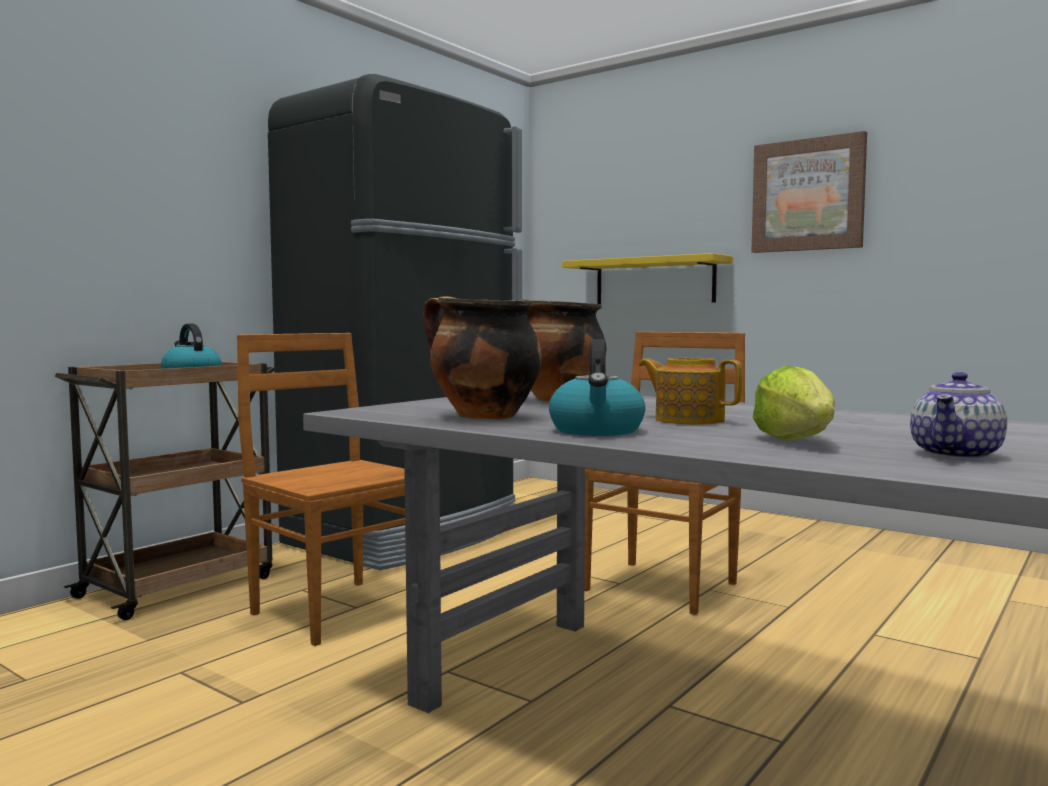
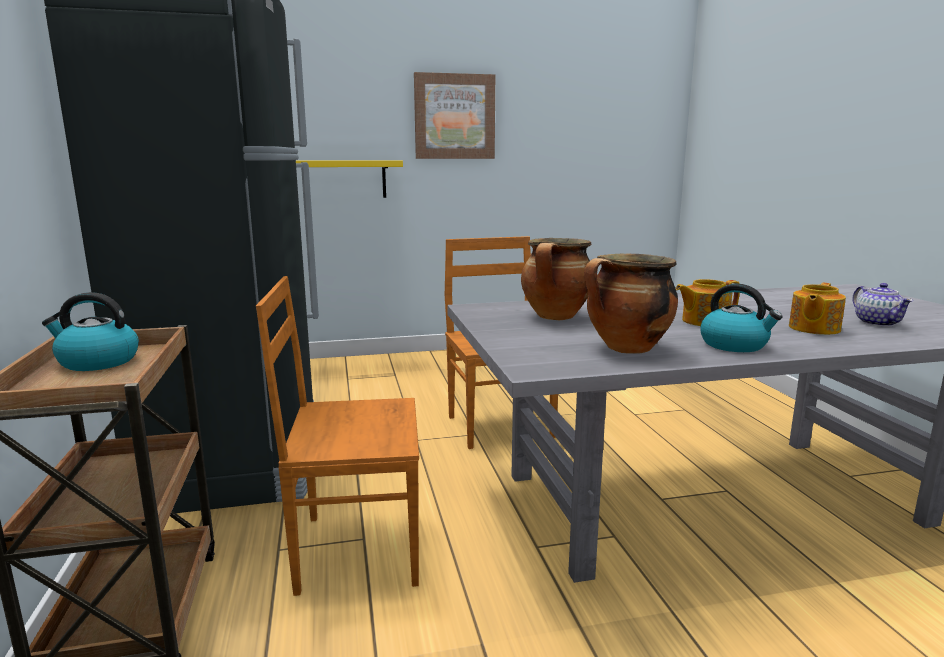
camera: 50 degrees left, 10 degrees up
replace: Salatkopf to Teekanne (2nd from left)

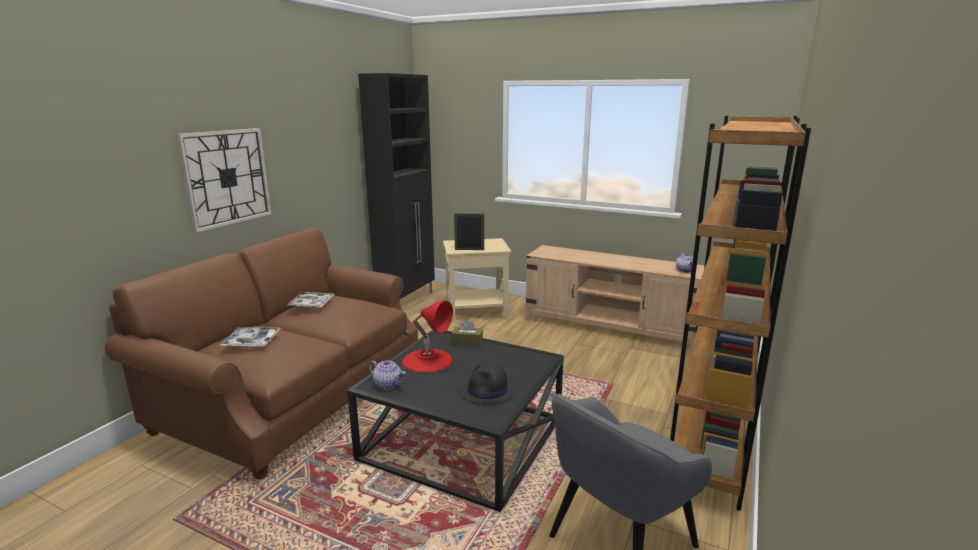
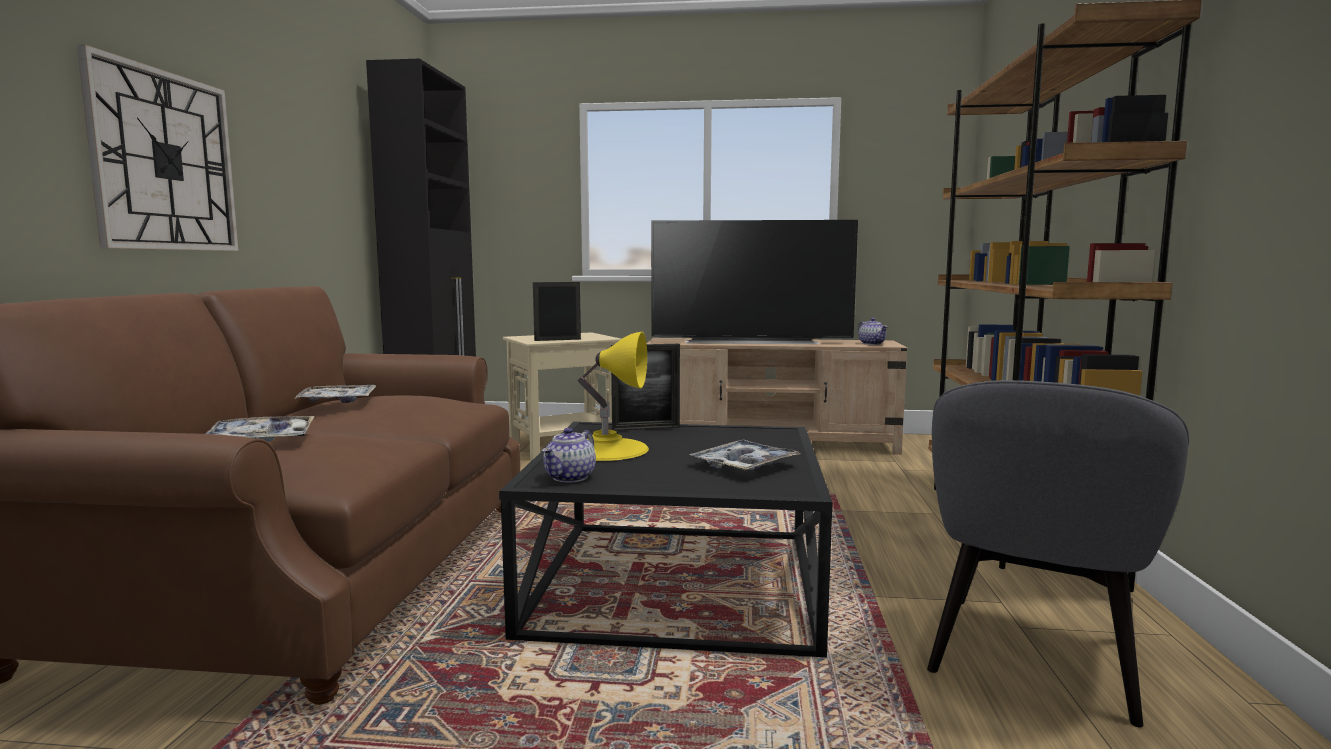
camera: 20 degrees left, 10 degrees down
insert: Fernseher
replace: Taschentuchbox/braun to Bilderrahmen (2nd from left); Hut/schwarz to Tablett (3rd from left)
recolor: Tischlampe/rot to Tischlampe/gelb
rotate: Teekanne (1st from left) 105 degrees clockwise

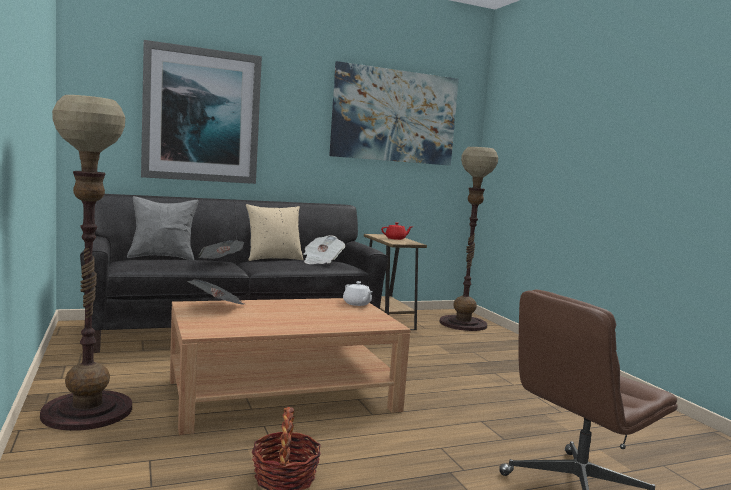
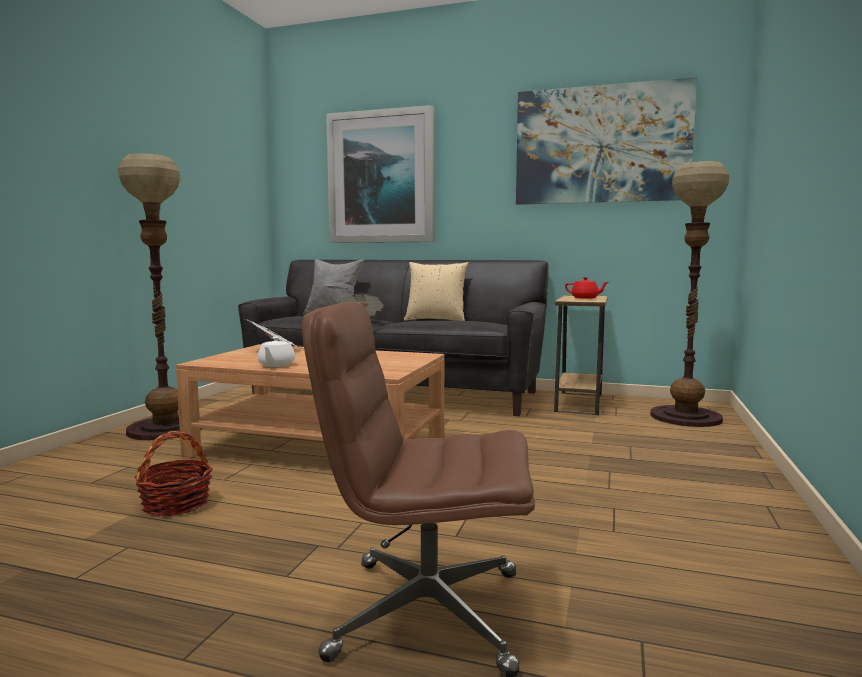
camera: 40 degrees right, 0 degrees up
delete: Zeitung (3rd from left)
move: Teekanne/weiß

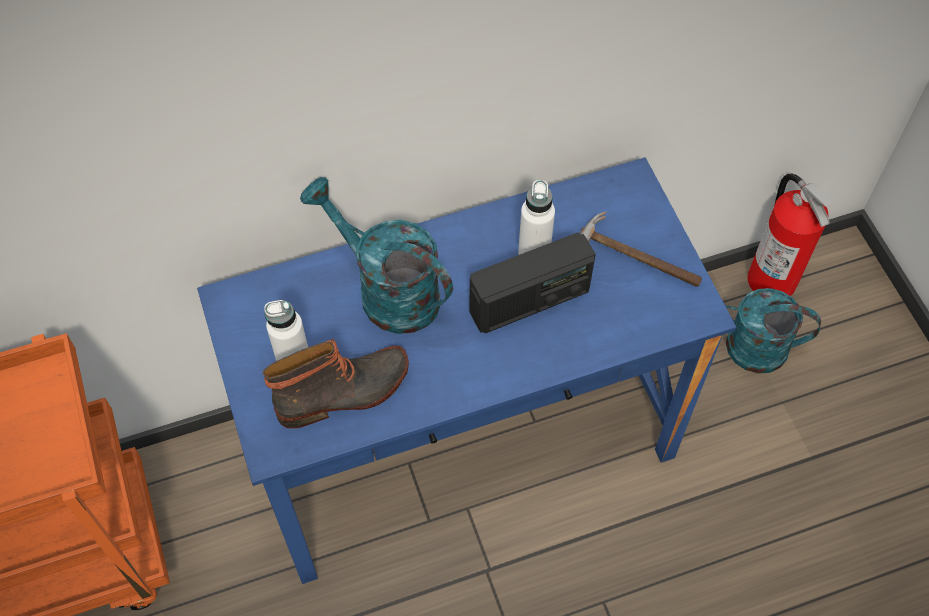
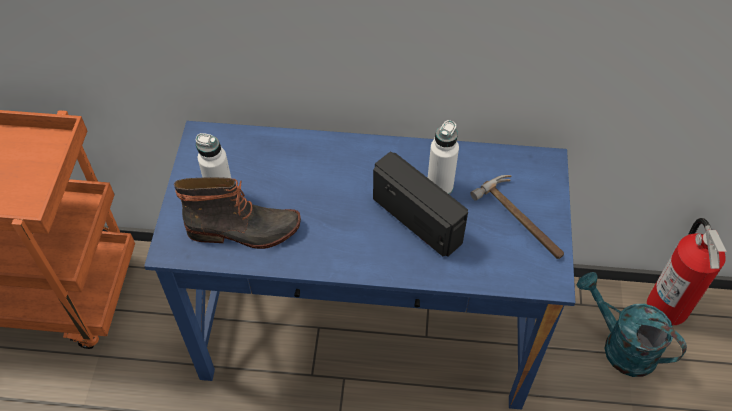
camera: 25 degrees right, 5 degrees down
delete: Gießkanne/türkis (1st from left)
rotate: Radio 135 degrees counterclockwise

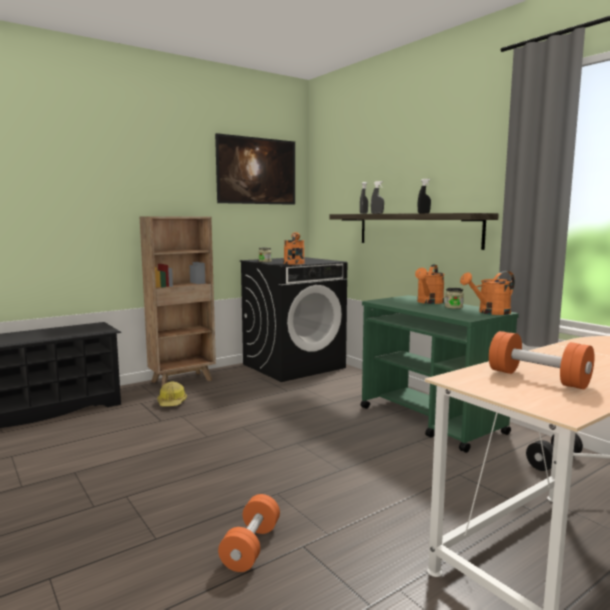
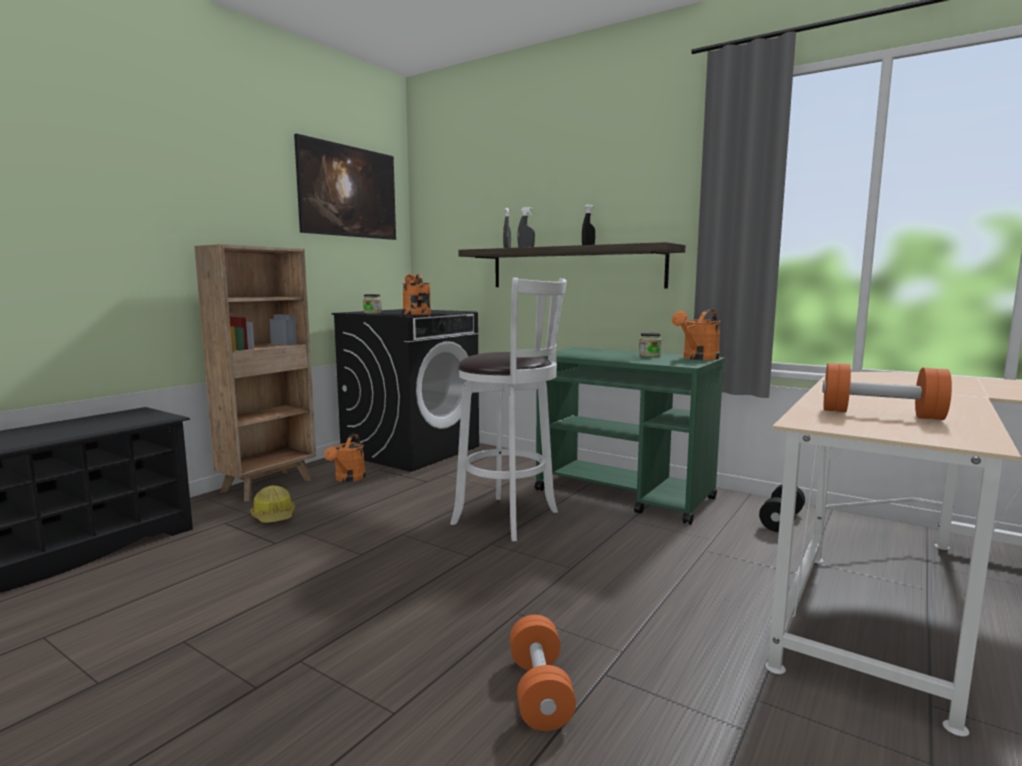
camera: 20 degrees left, 0 degrees up
insert: Hocker/weiß
move: Gießkanne/orange (2nd from left in the first image) to Gießkanne/orange (1st from left)

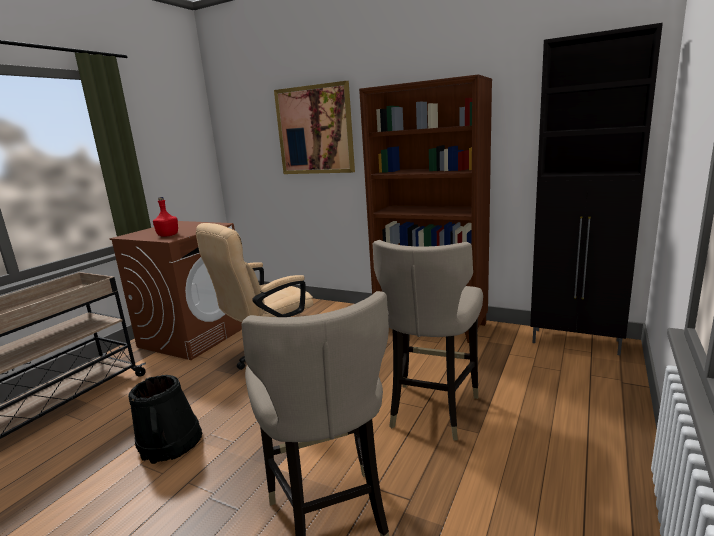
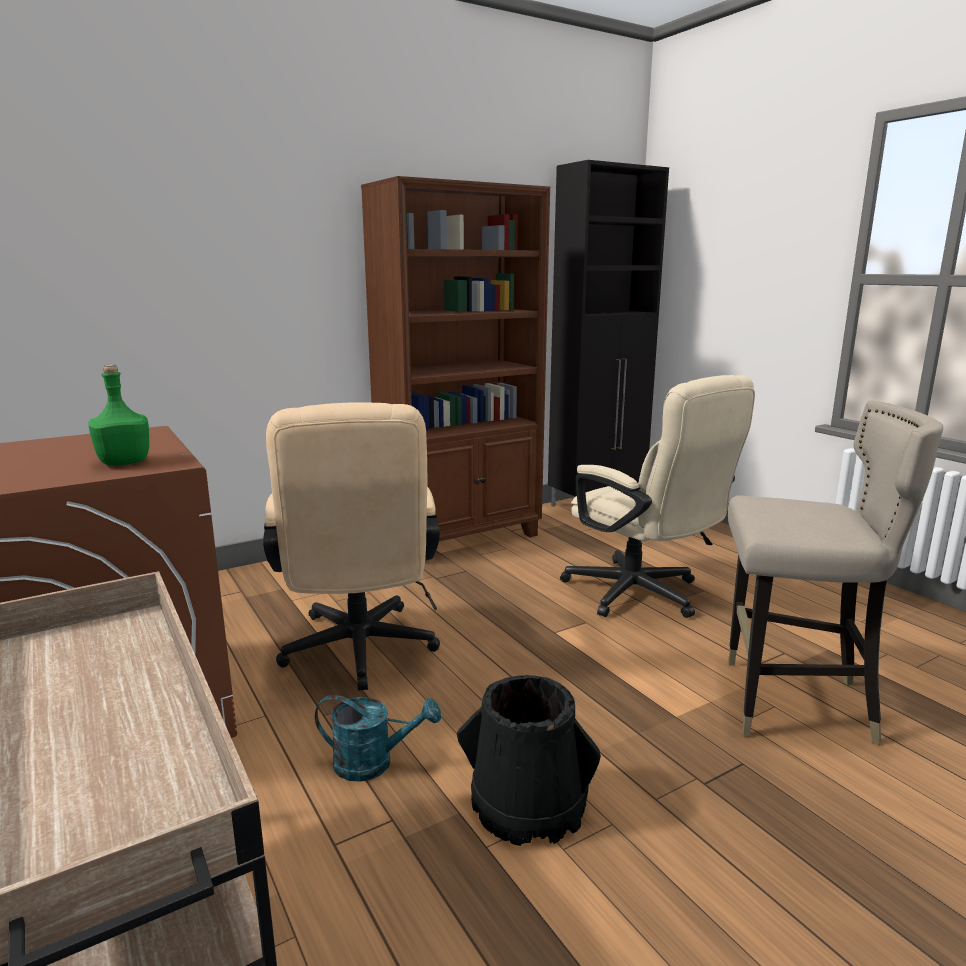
camera: 60 degrees left, 0 degrees up
delete: Bild
insert: Gießkanne/türkis
replace: Hocker/beige (2nd from left) to Bürostuhl/beige (2nd from left)
recolor: Flasche/rot to Flasche/grün

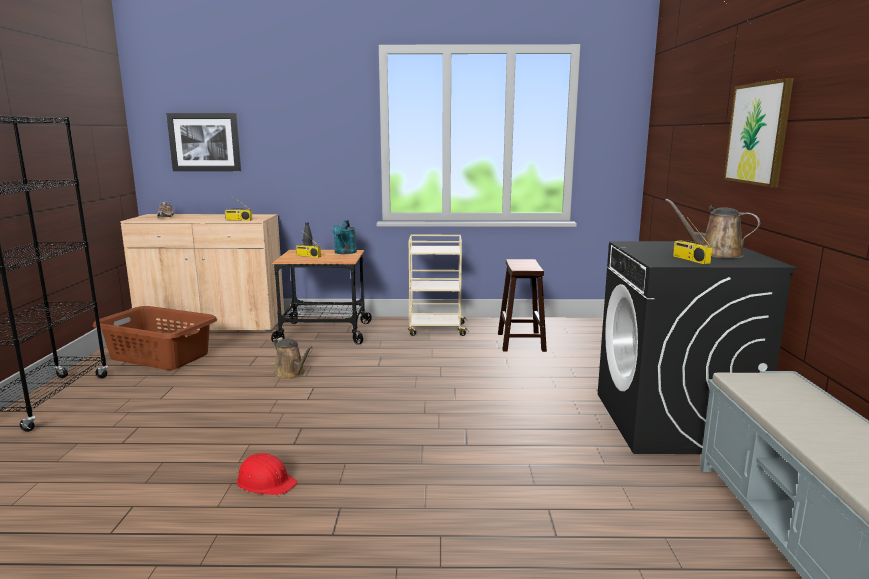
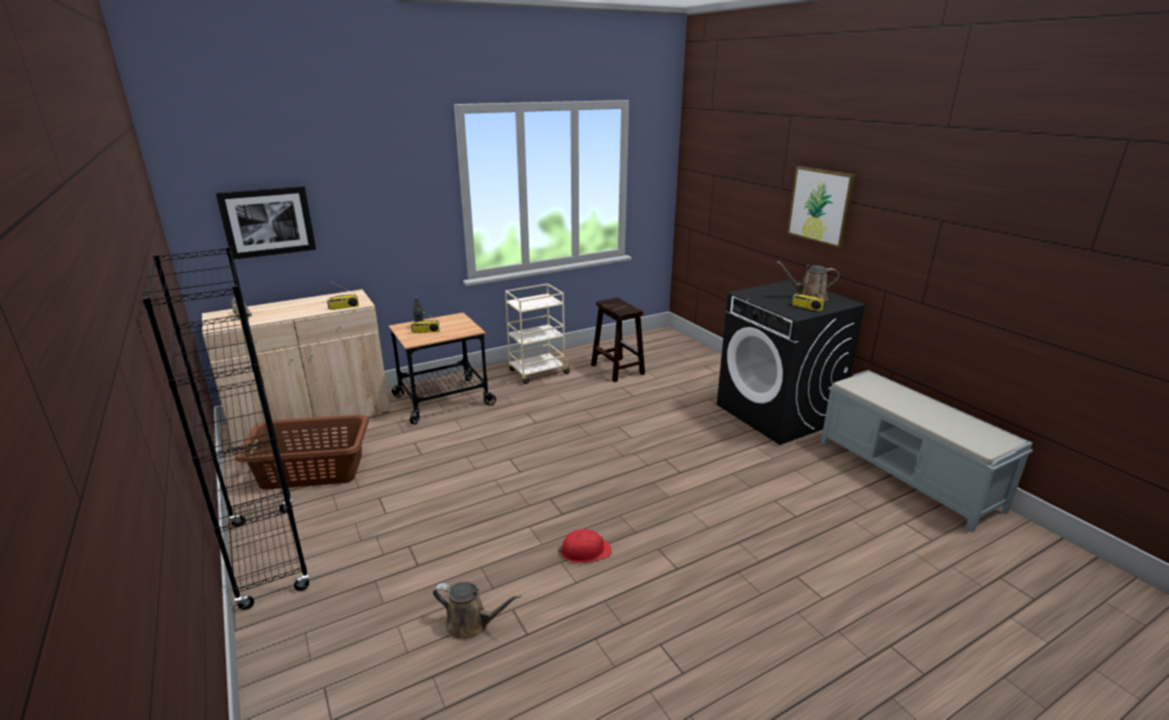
camera: 30 degrees left, 10 degrees up
delete: Gießkanne/türkis
move: Gießkanne/braun (1st from left)

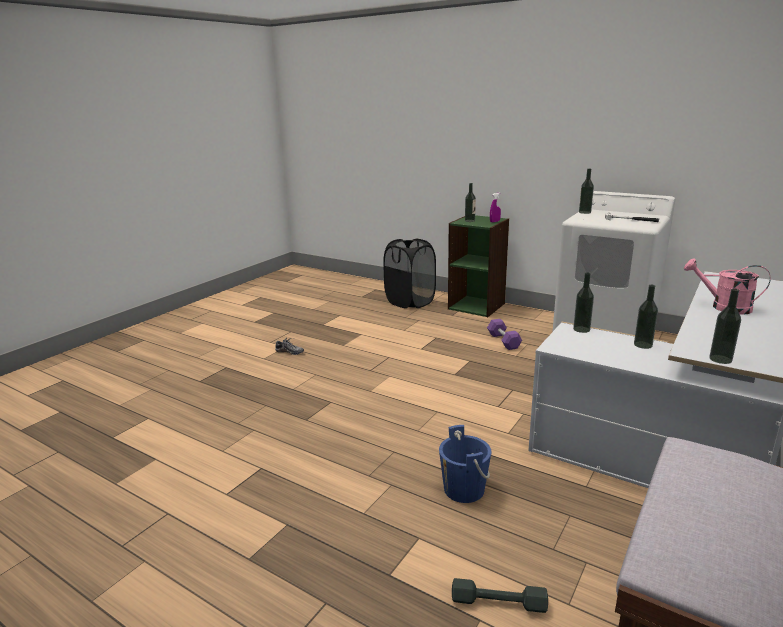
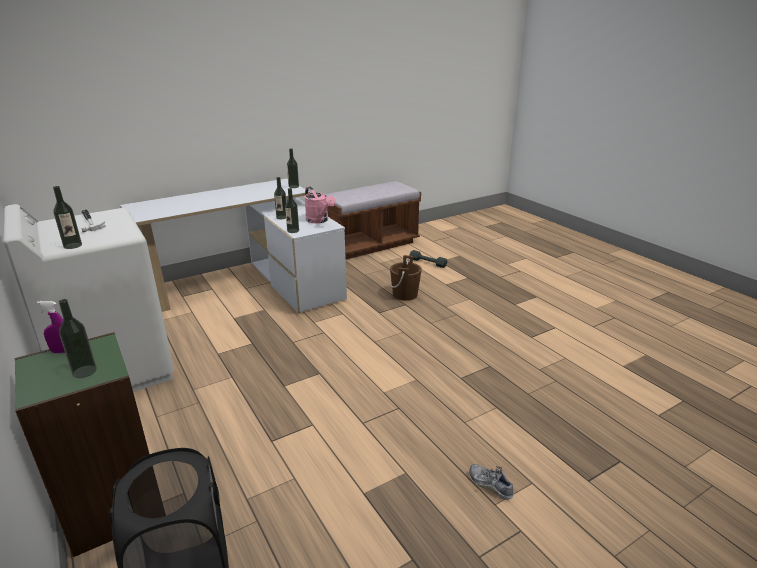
camera: 155 degrees left, 5 degrees up
delete: Hantel/lila
move: Gießkanne/rosa
recolor: Eimer/blau to Eimer/braun

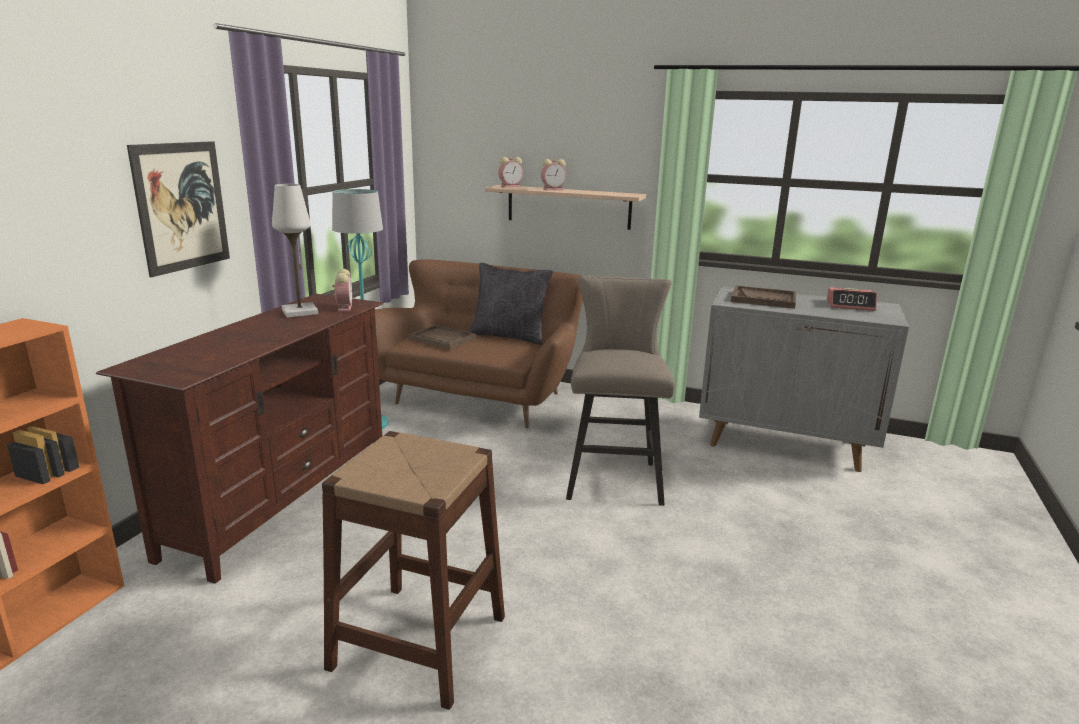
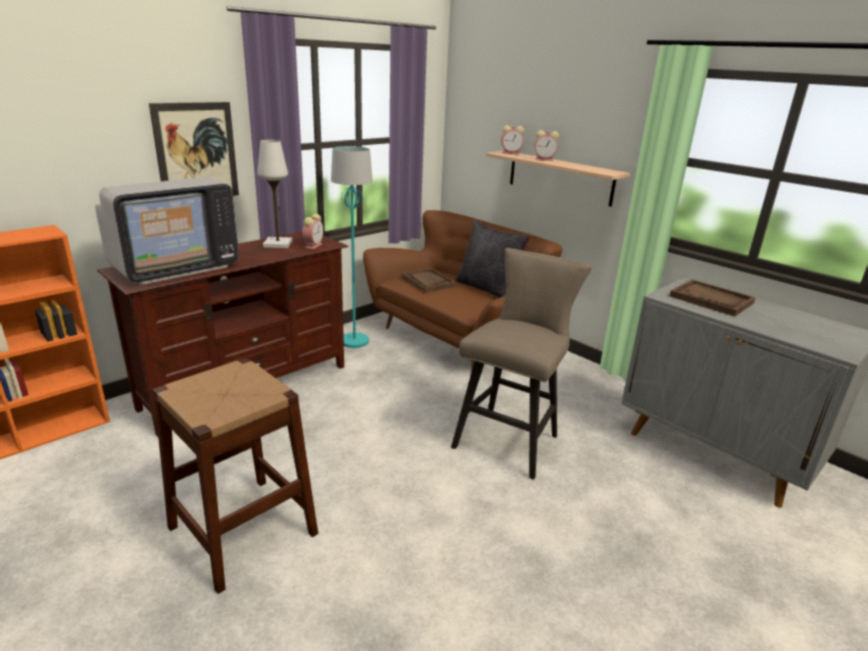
camera: 25 degrees right, 5 degrees up
delete: Wecker (4th from left)
insert: Fernseher

